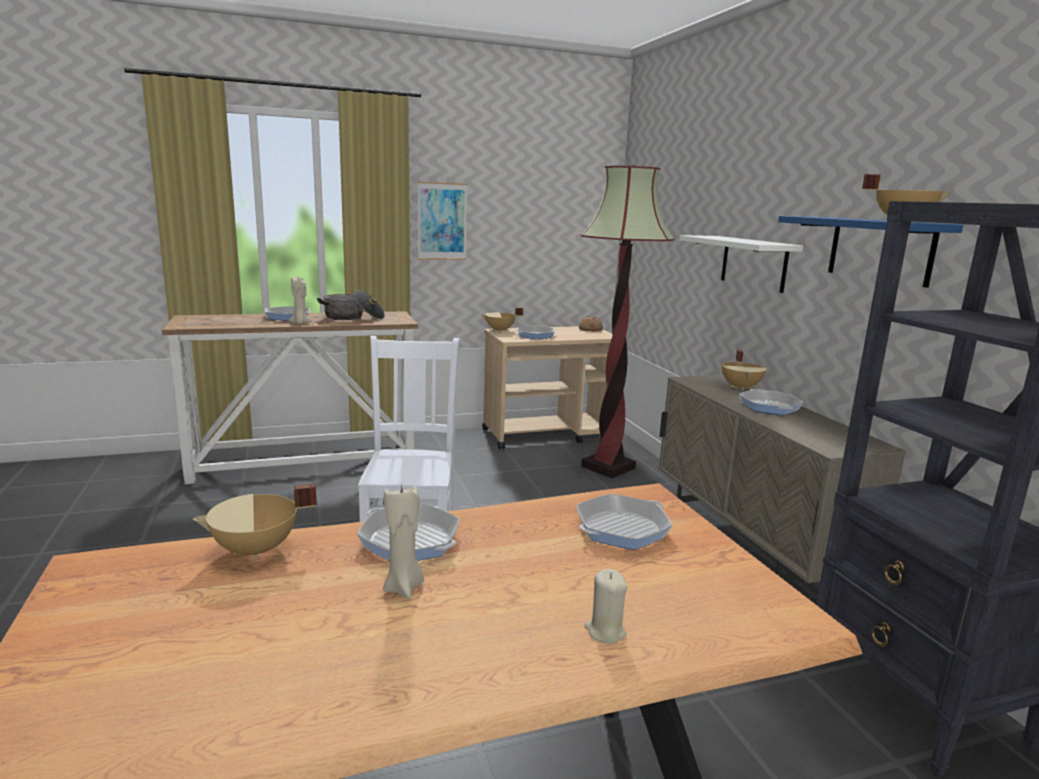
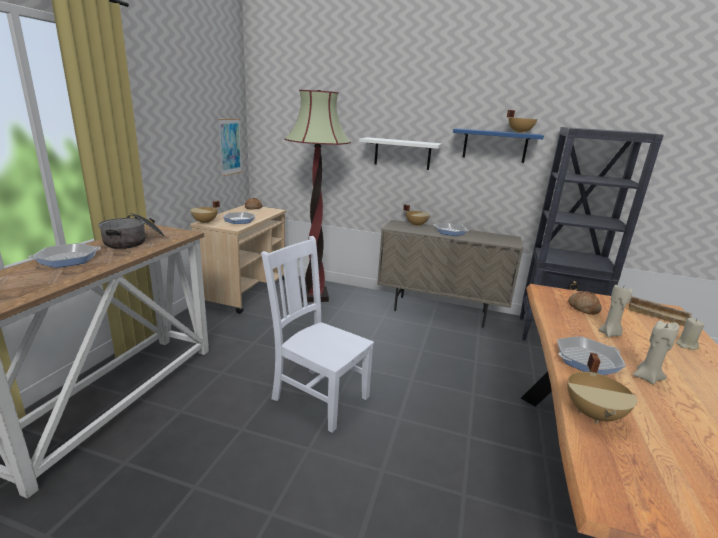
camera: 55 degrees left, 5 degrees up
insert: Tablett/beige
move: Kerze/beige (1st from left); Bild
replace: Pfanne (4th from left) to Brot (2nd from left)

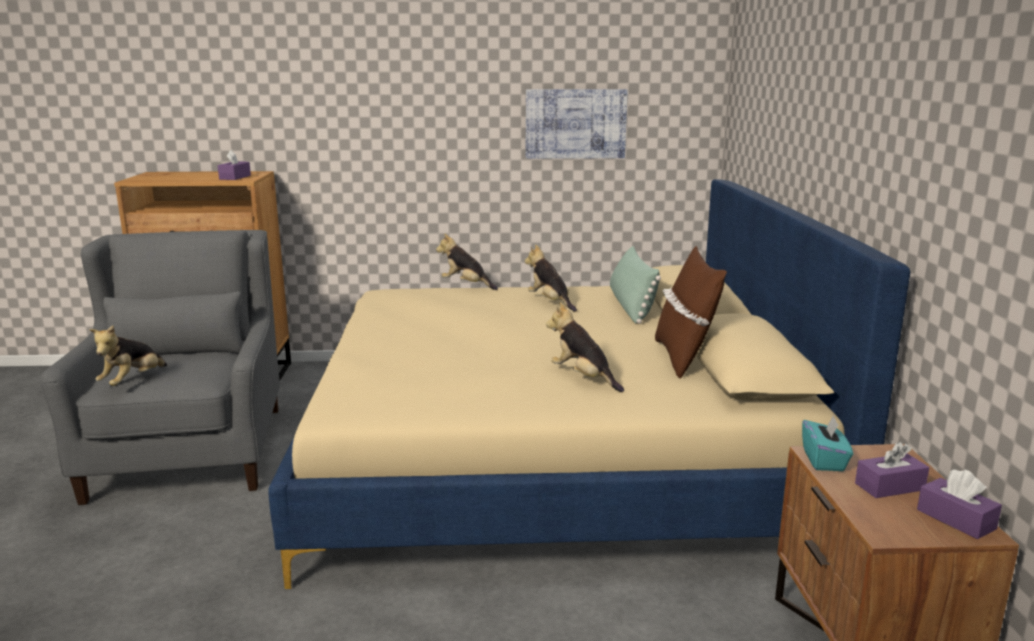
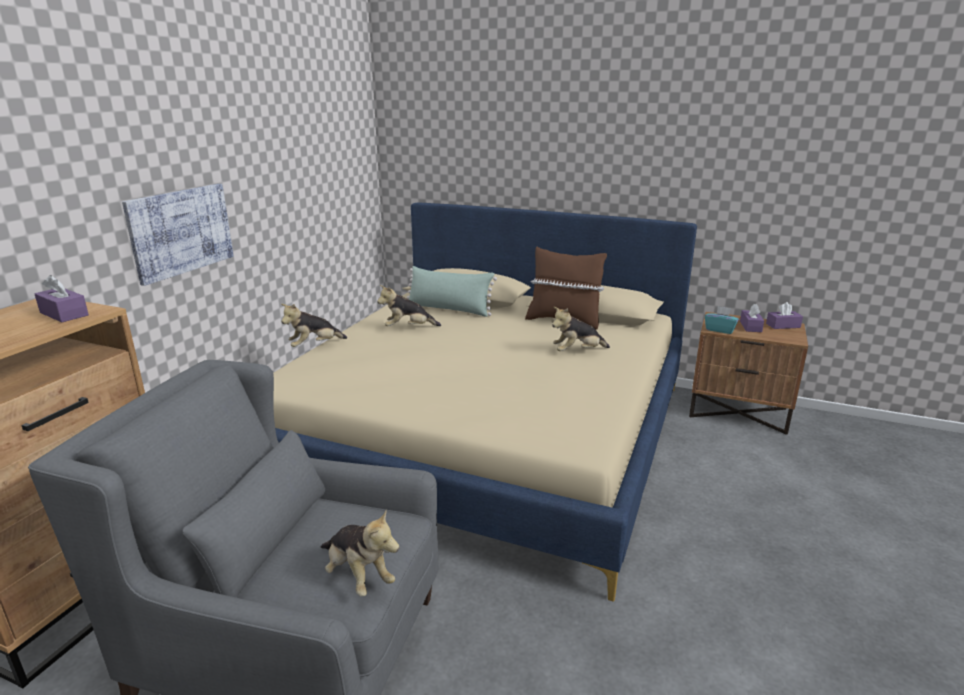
camera: 65 degrees left, 5 degrees up
move: Bild

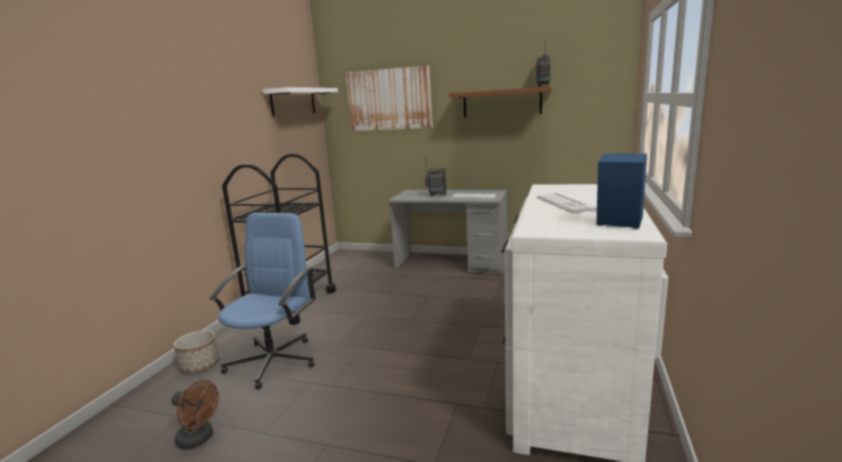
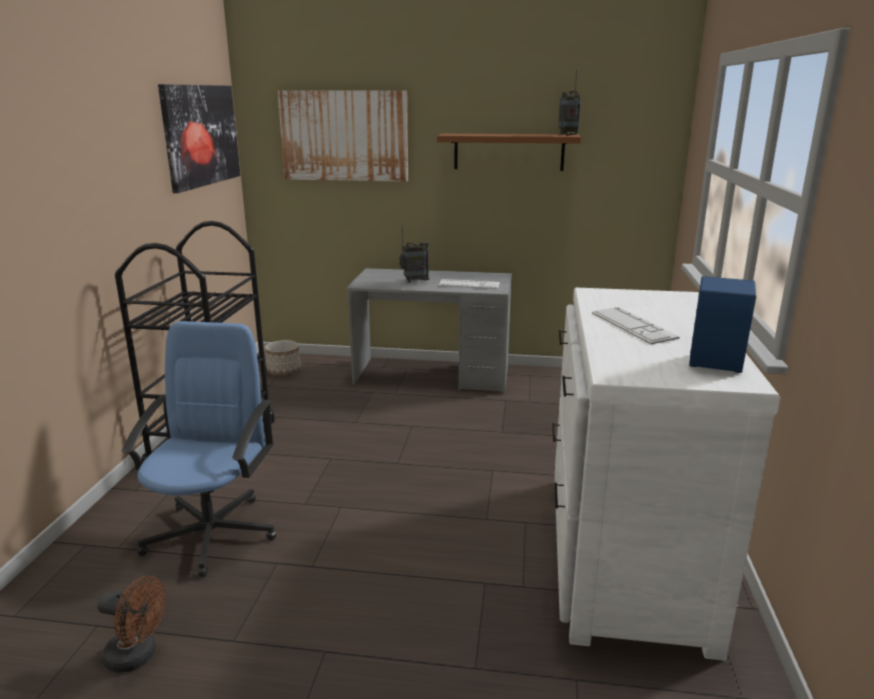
camera: 10 degrees left, 5 degrees up
move: Pflanzkübel
replace: Wandregal/weiß to Bild (1st from left)

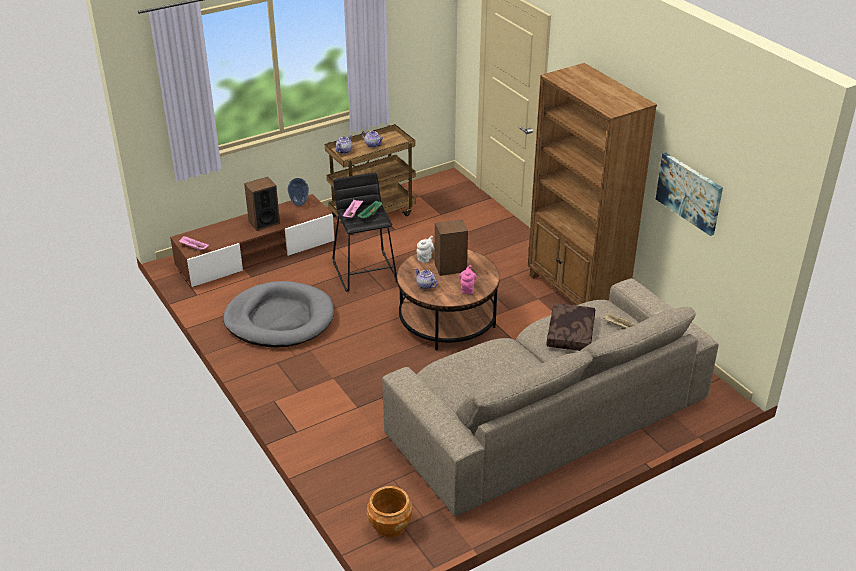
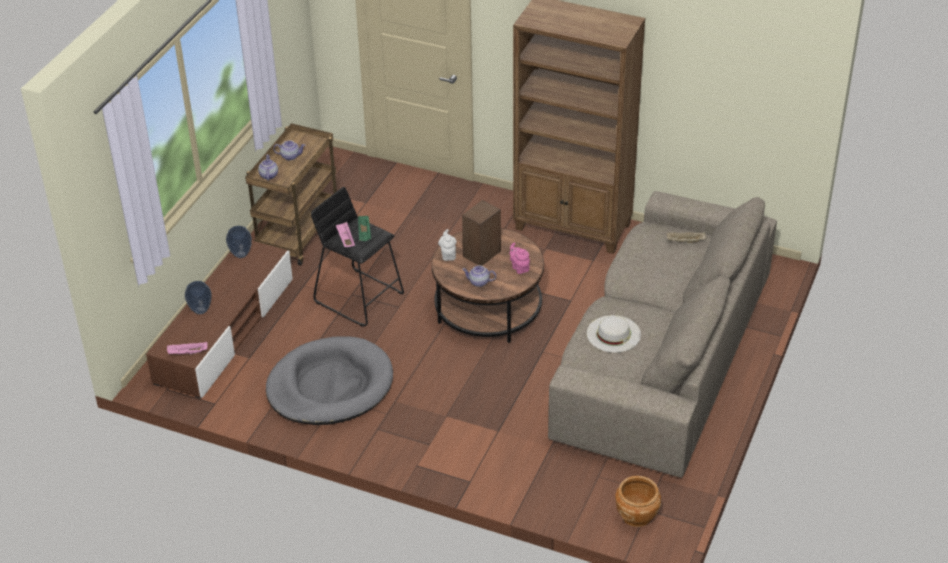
camera: 35 degrees left, 5 degrees up
delete: Lautsprecher (1st from left); Kissen/braun; Bild
insert: Vase (1st from left); Hut/weiß

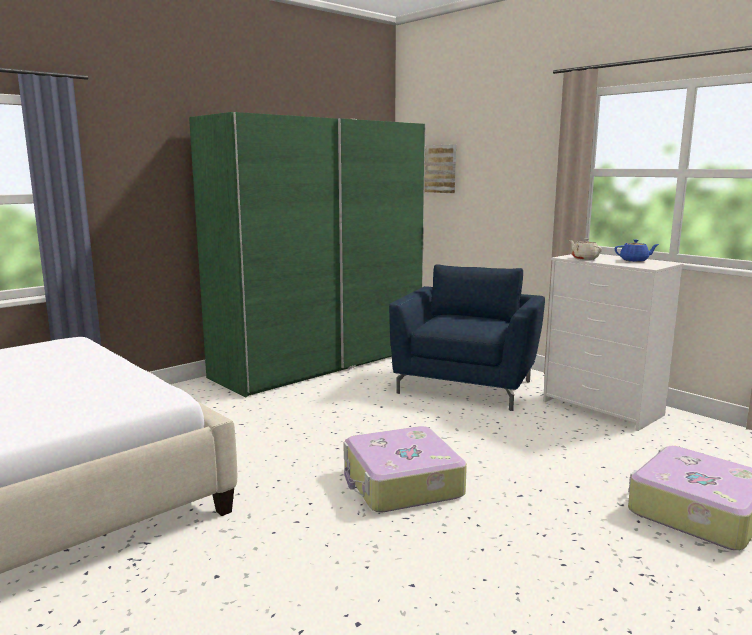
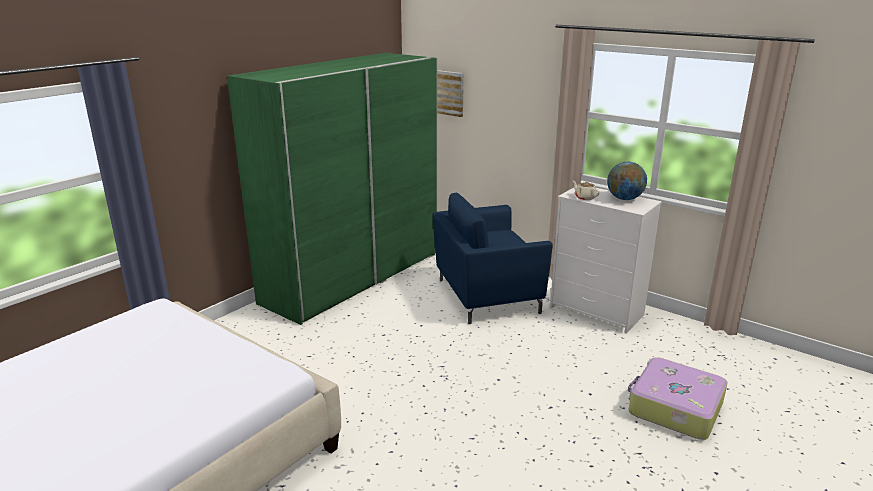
camera: 10 degrees left, 10 degrees up
delete: Koffer (1st from left)
replace: Teekanne/blau to Globus
rotate: Sessel/blau 120 degrees counterclockwise

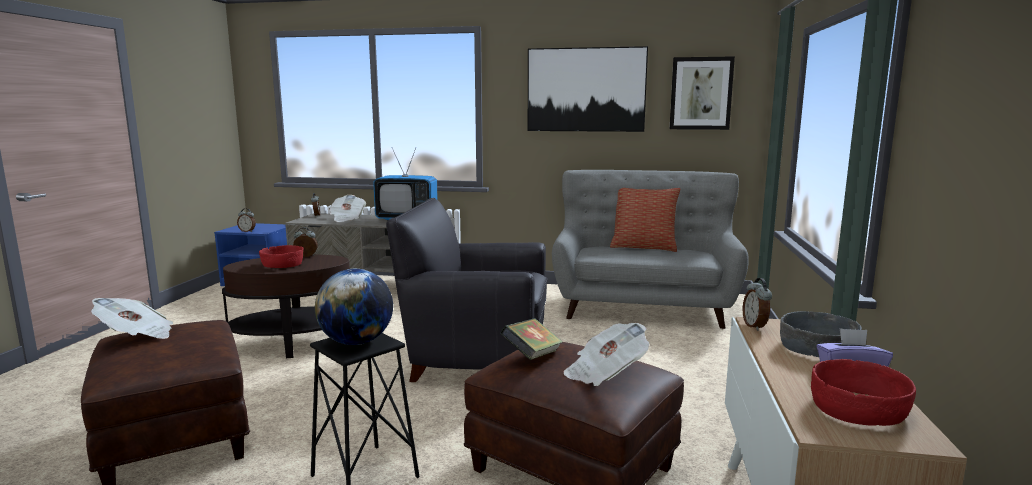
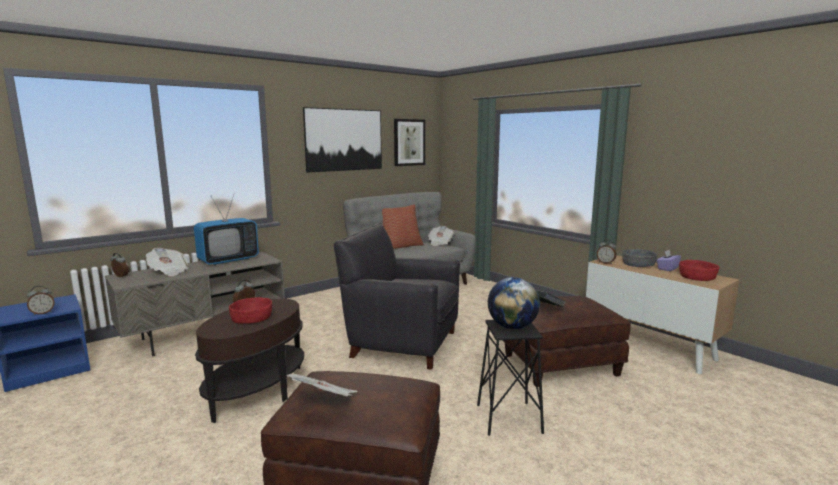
camera: 50 degrees left, 0 degrees up
move: Zeitung (3rd from left)
rotate: Sessel/schwarz 60 degrees clockwise

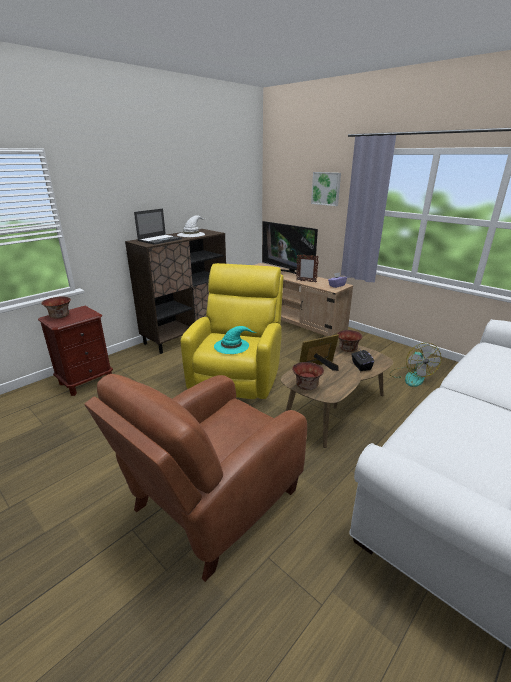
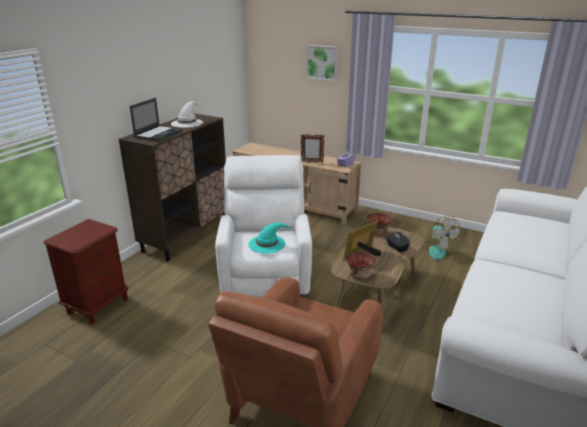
camera: 15 degrees left, 0 degrees up
delete: Schüssel (1st from left); Fernseher
recolor: Sessel/gelb to Sessel/weiß

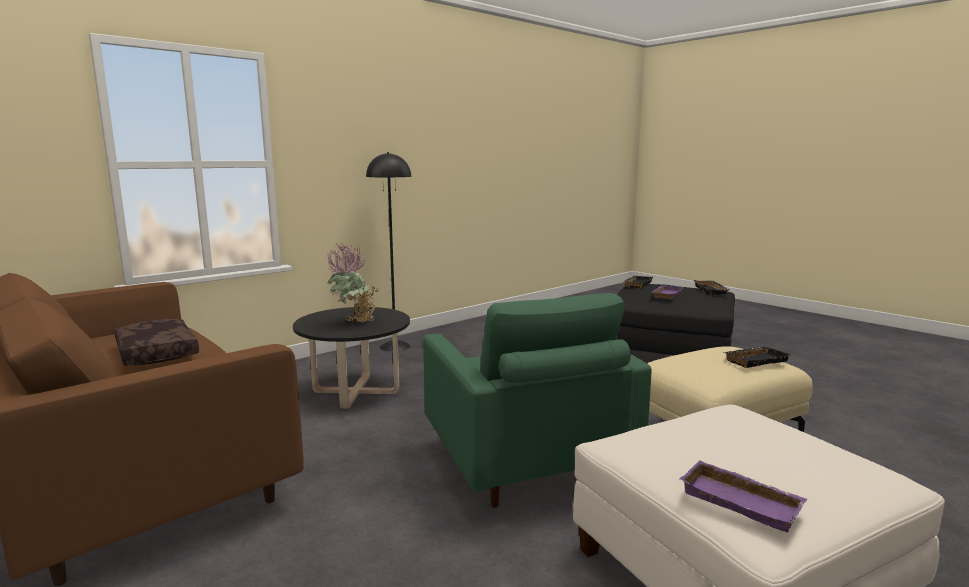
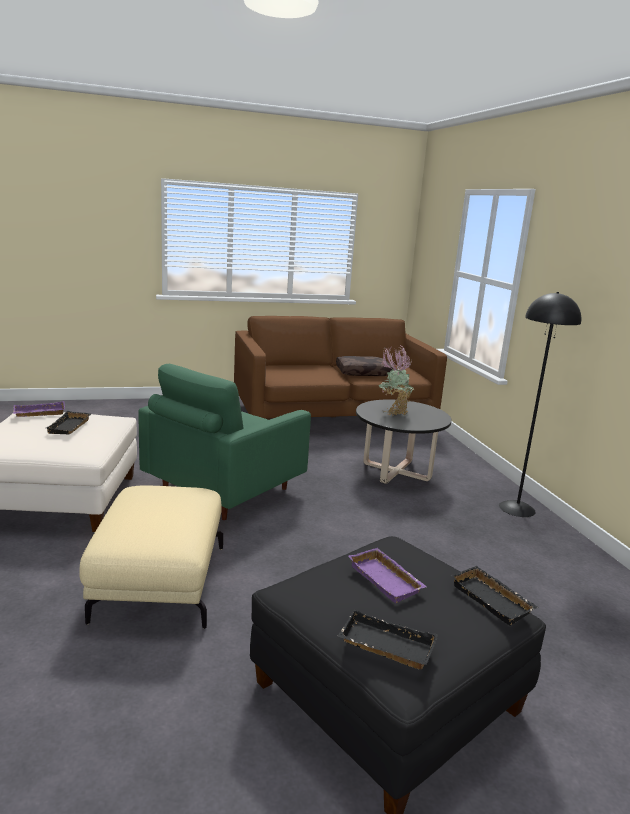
camera: 115 degrees right, 5 degrees up
move: Tablett/schwarz (3rd from left in the first image) to Tablett/schwarz (1st from left)
rotate: Sessel/grün 60 degrees counterclockwise

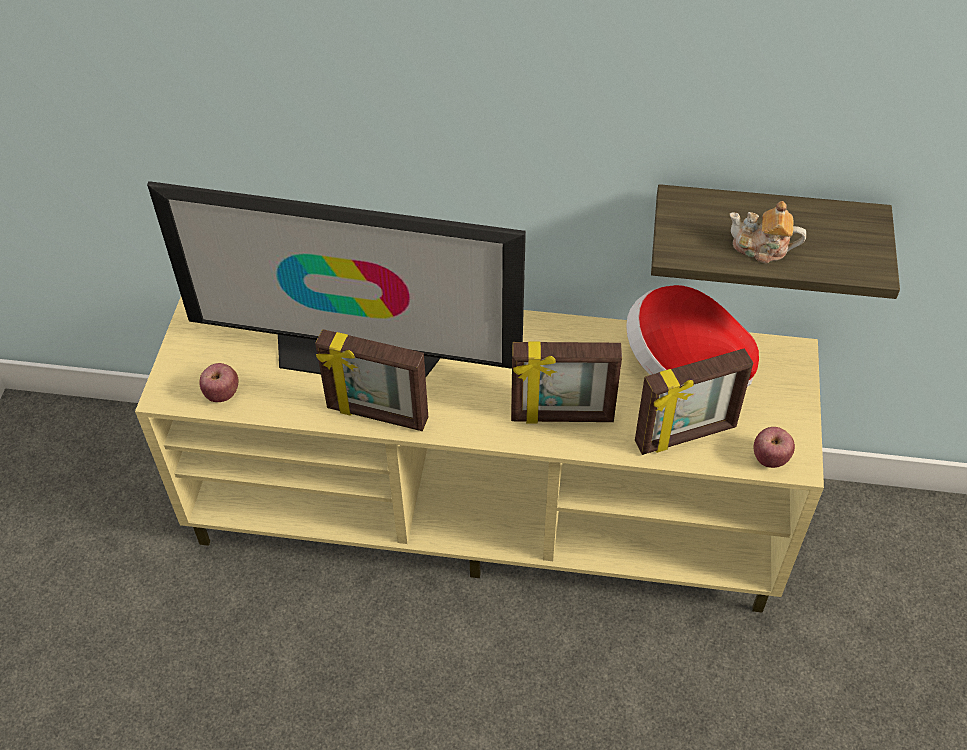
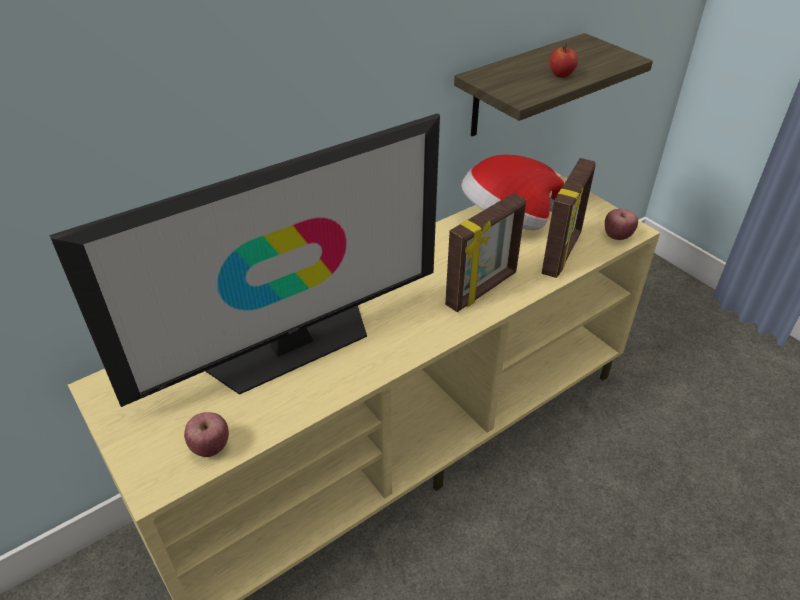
camera: 45 degrees left, 10 degrees down
delete: Bilderrahmen (1st from left)
replace: Teekanne to Apfel (2nd from left)

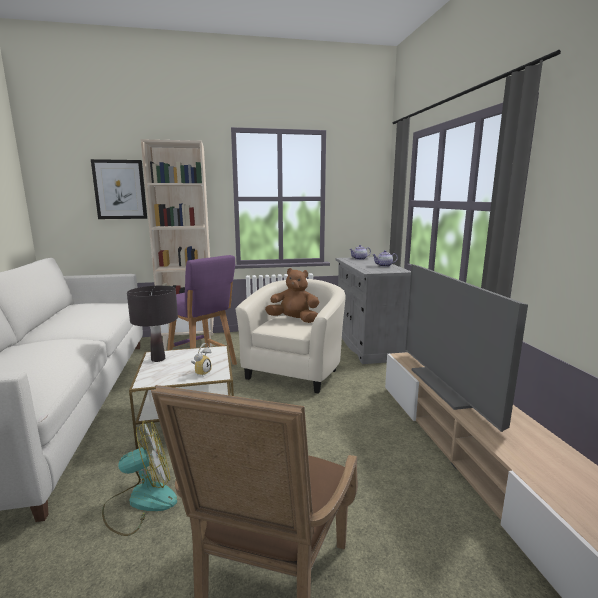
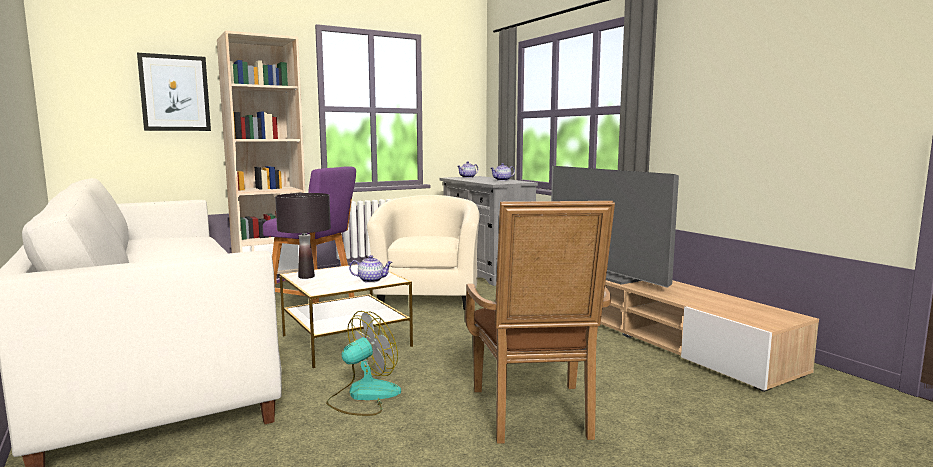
camera: 20 degrees left, 5 degrees down
delete: Plüschtier/braun
replace: Wecker to Teekanne (1st from left)

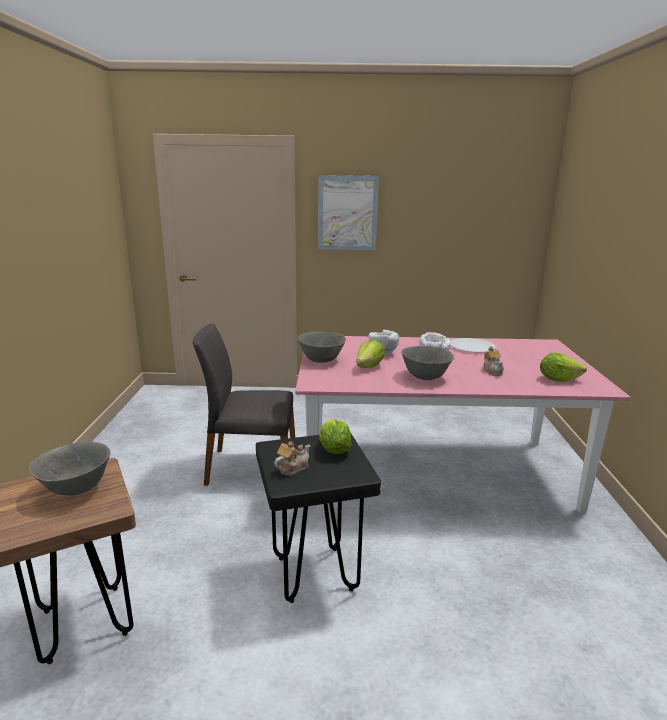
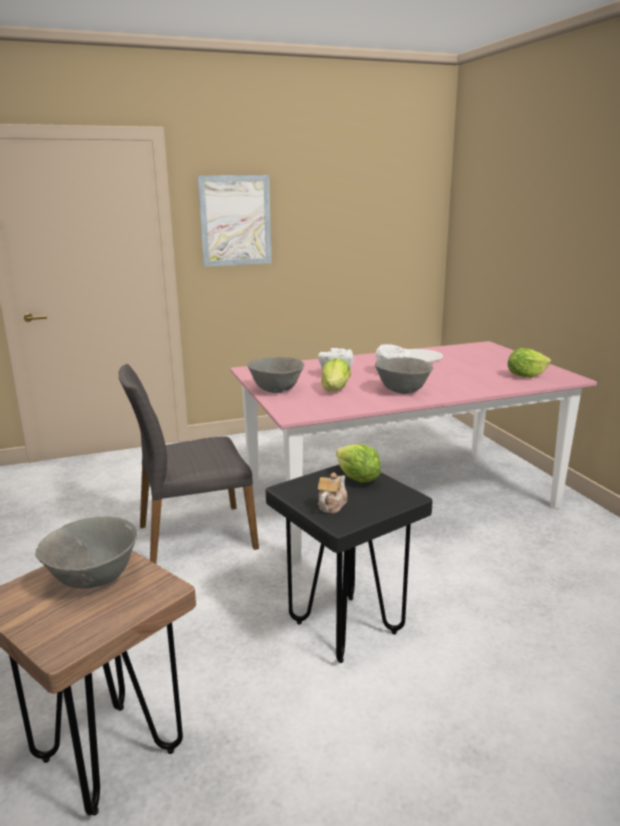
camera: 20 degrees left, 0 degrees up
delete: Teekanne (2nd from left)

